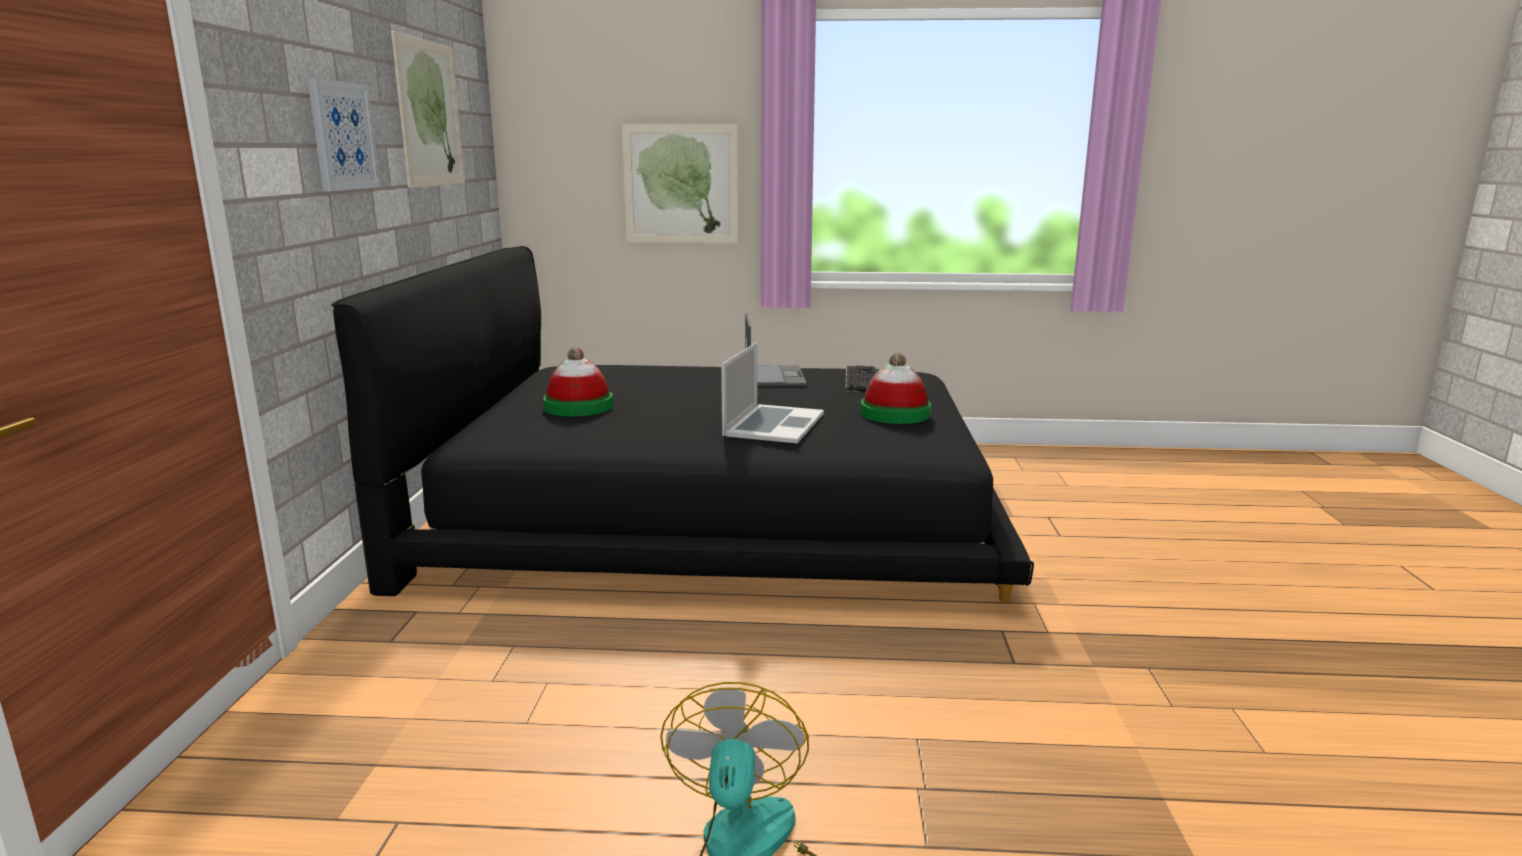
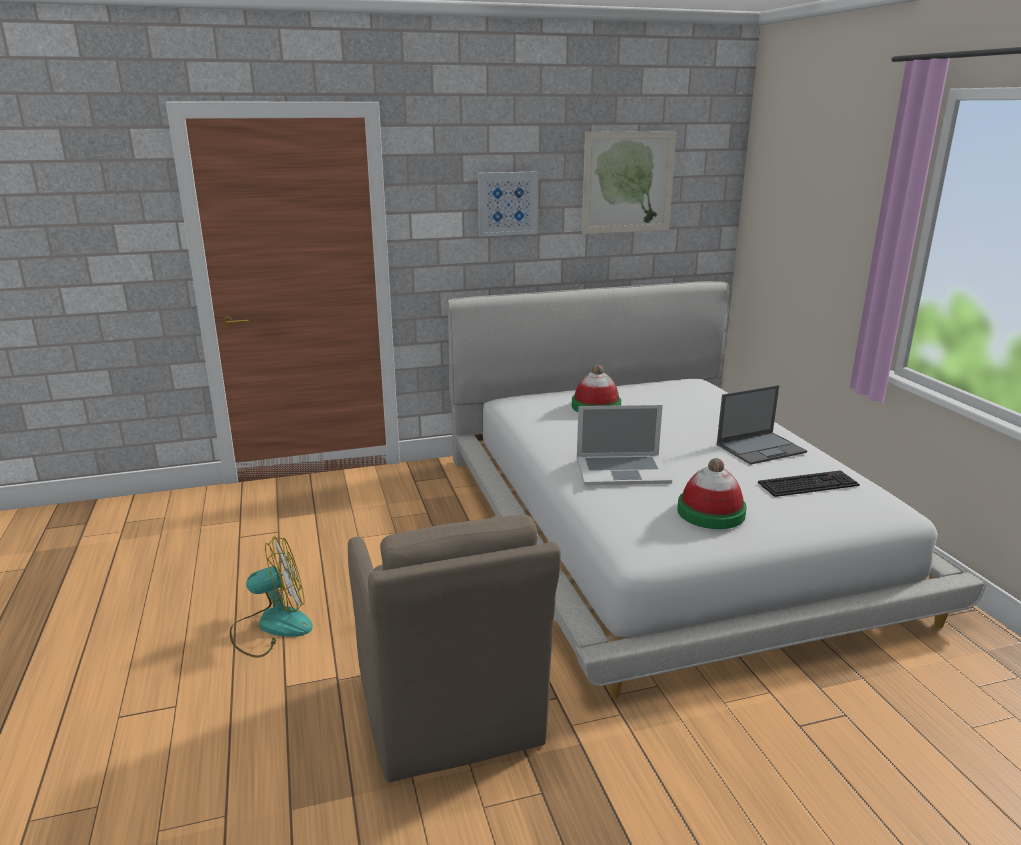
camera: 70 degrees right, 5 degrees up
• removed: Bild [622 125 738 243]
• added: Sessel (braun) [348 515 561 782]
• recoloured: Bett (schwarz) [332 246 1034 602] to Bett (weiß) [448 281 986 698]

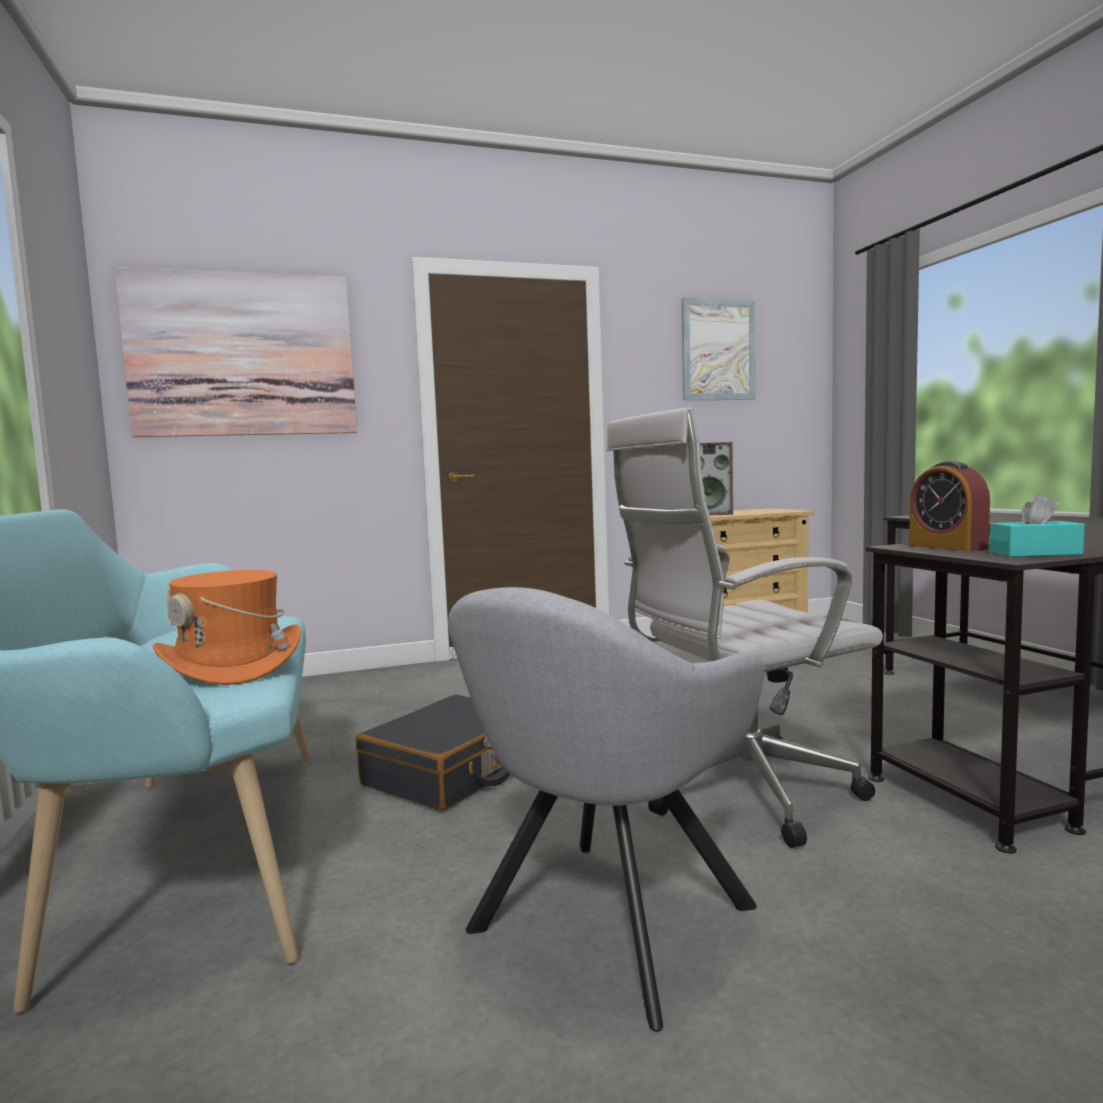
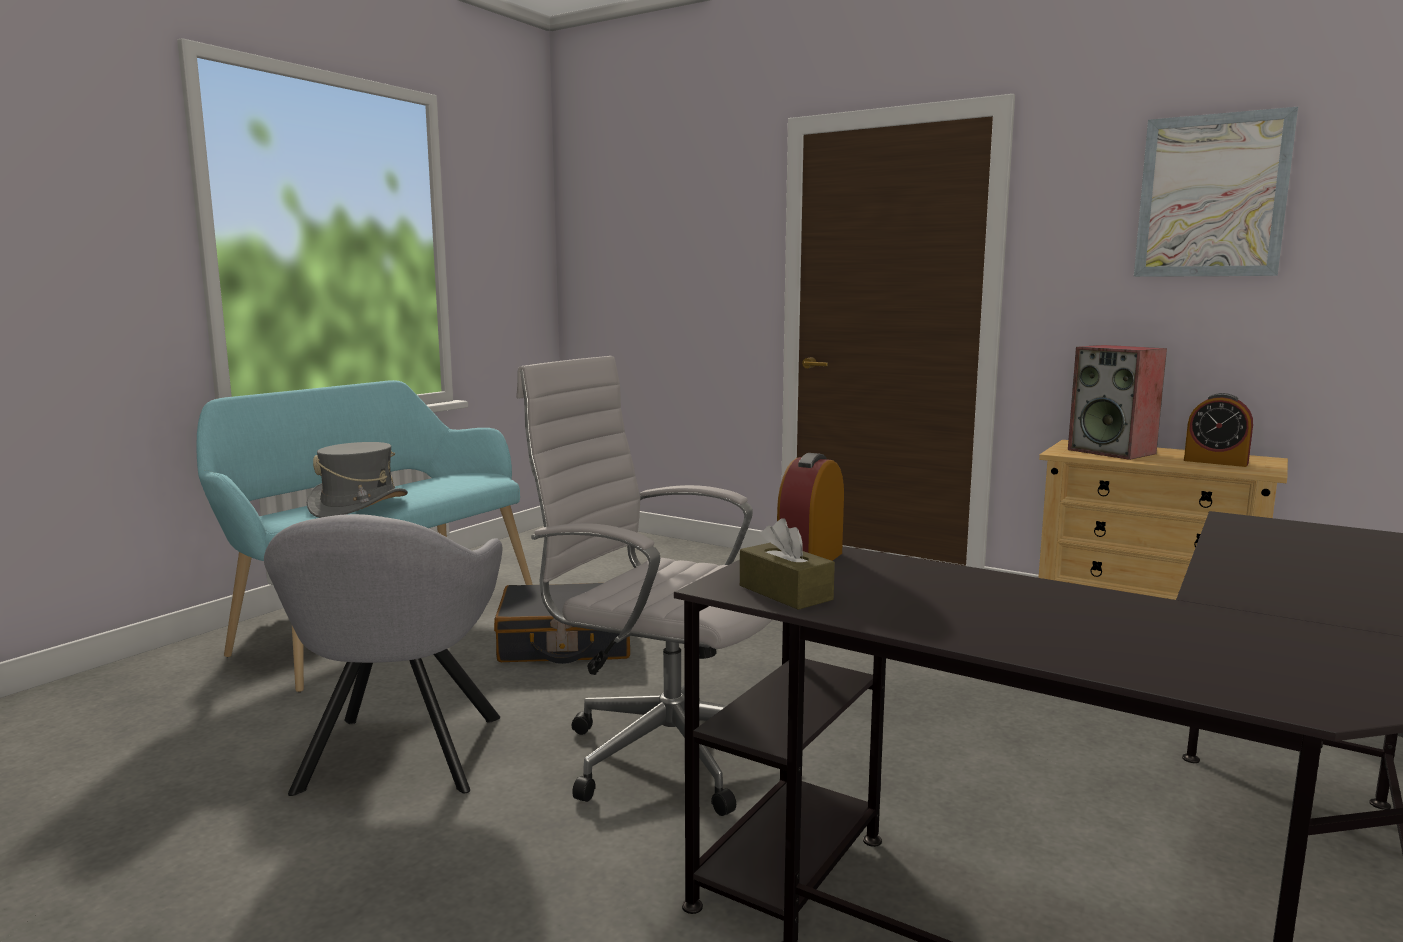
camera: 50 degrees right, 5 degrees up
• removed: Bild [114 267 357 437]
• added: Wecker [1184 393 1253 467]
• recoloured: Hut (orange) [153 570 301 685] to Hut (grau) [307 442 408 518]
• recoloured: Taschentuchbox (türkis) [989 494 1085 557] to Taschentuchbox (braun) [740 518 835 610]
• turned: Sessel (grau) [448 587 764 1032] = [264 514 502 796] 90 degrees counterclockwise

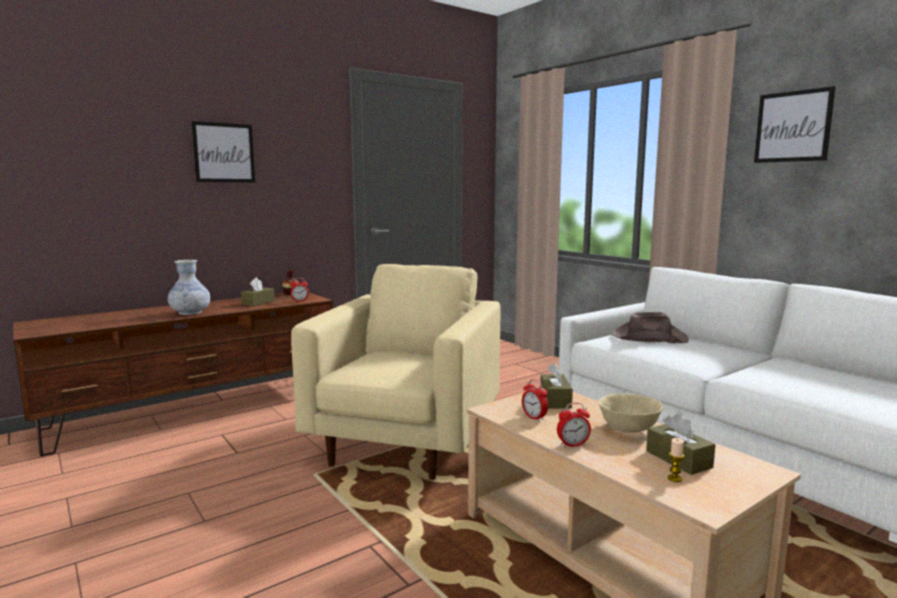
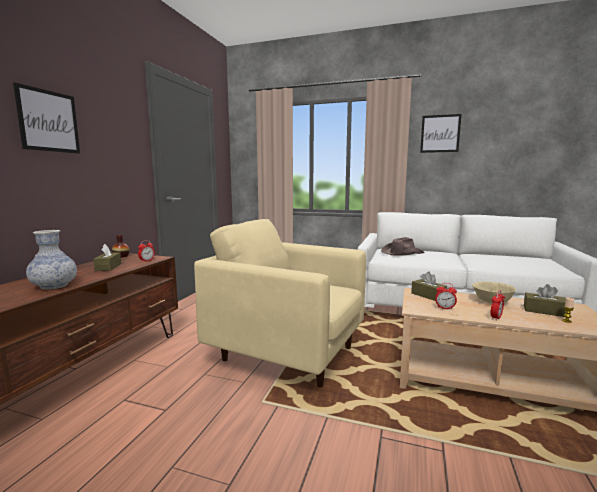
camera: 35 degrees left, 0 degrees up
• turned: Sessel (beige) [291 264 501 480] = [194 219 366 387] 45 degrees counterclockwise

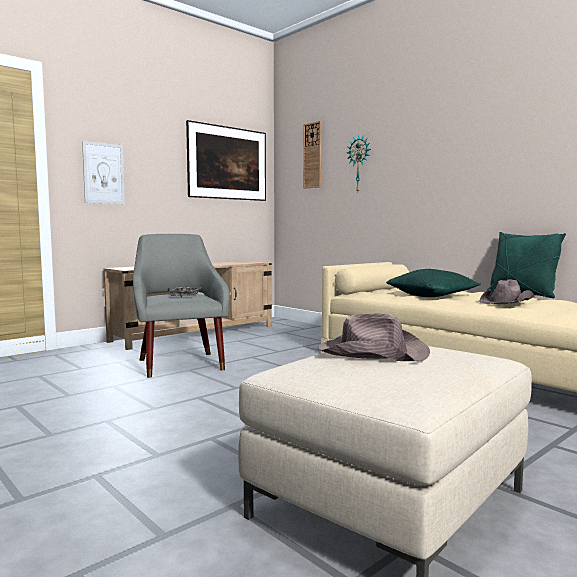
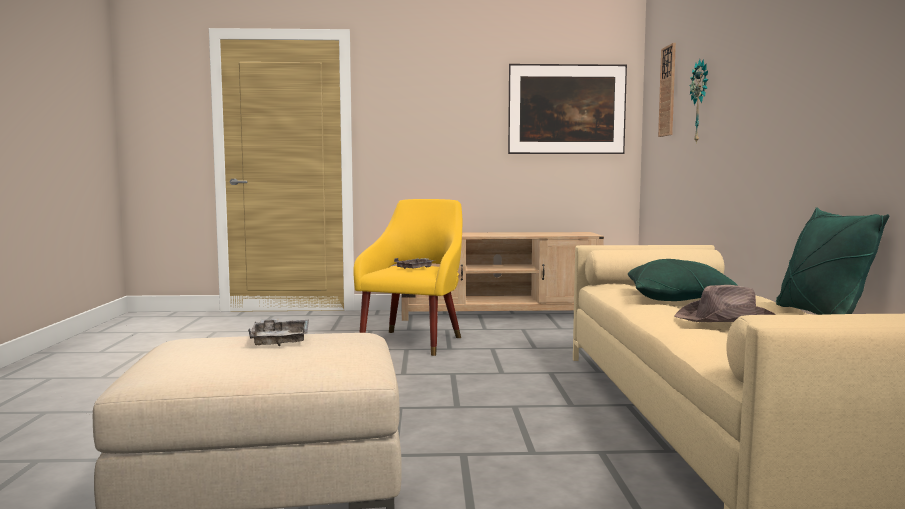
camera: 40 degrees right, 0 degrees up
• removed: Bild [82 141 125 204]
• replaced: Hut (braun) [318 313 430 361] to Tablett (grau) [248 319 309 346]
• recoloured: Sessel (grau) [133 234 230 378] to Sessel (gelb) [353 199 462 356]

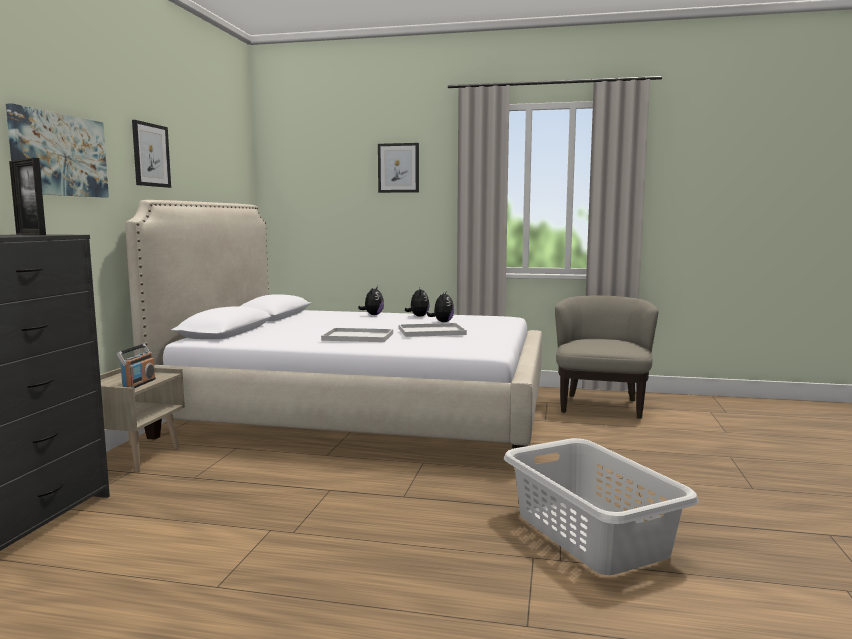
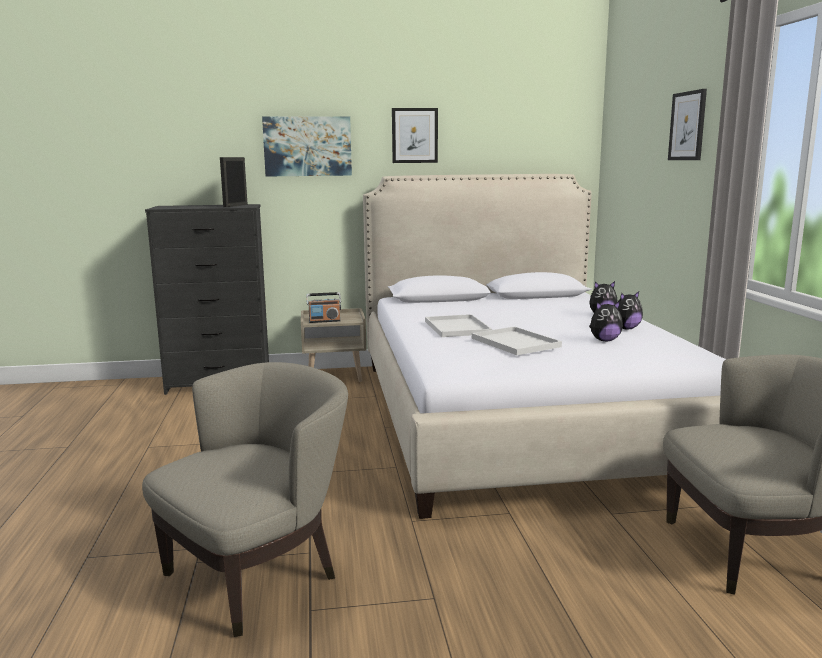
camera: 70 degrees right, 5 degrees up
• replaced: Wäschekorb (grau) [504 438 699 575] to Sessel (beige) [142 362 348 637]

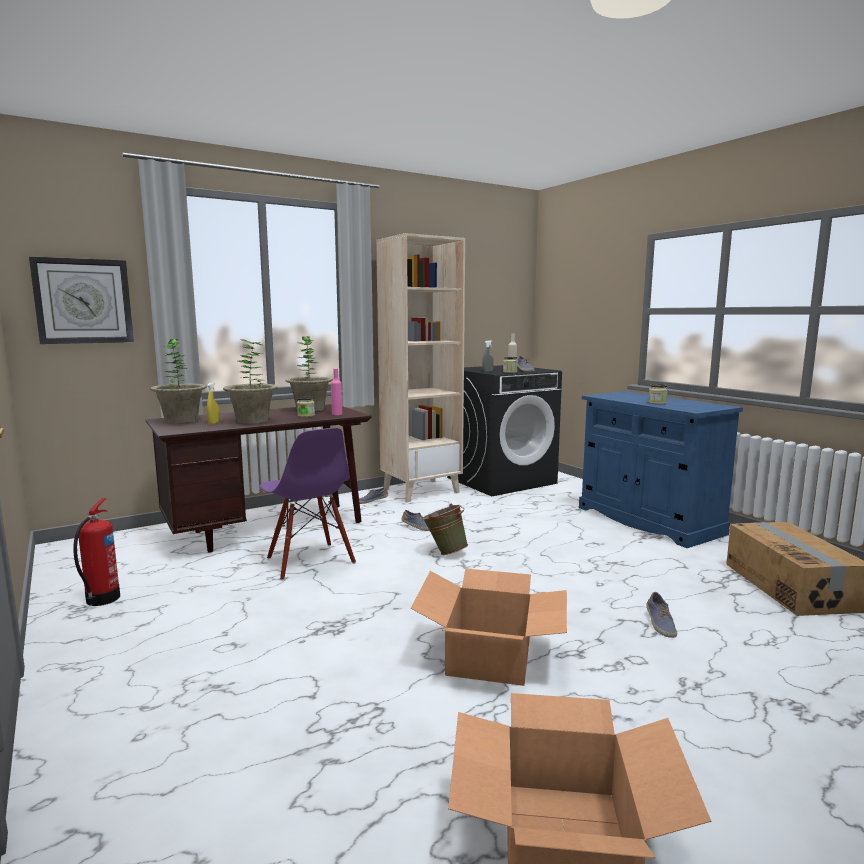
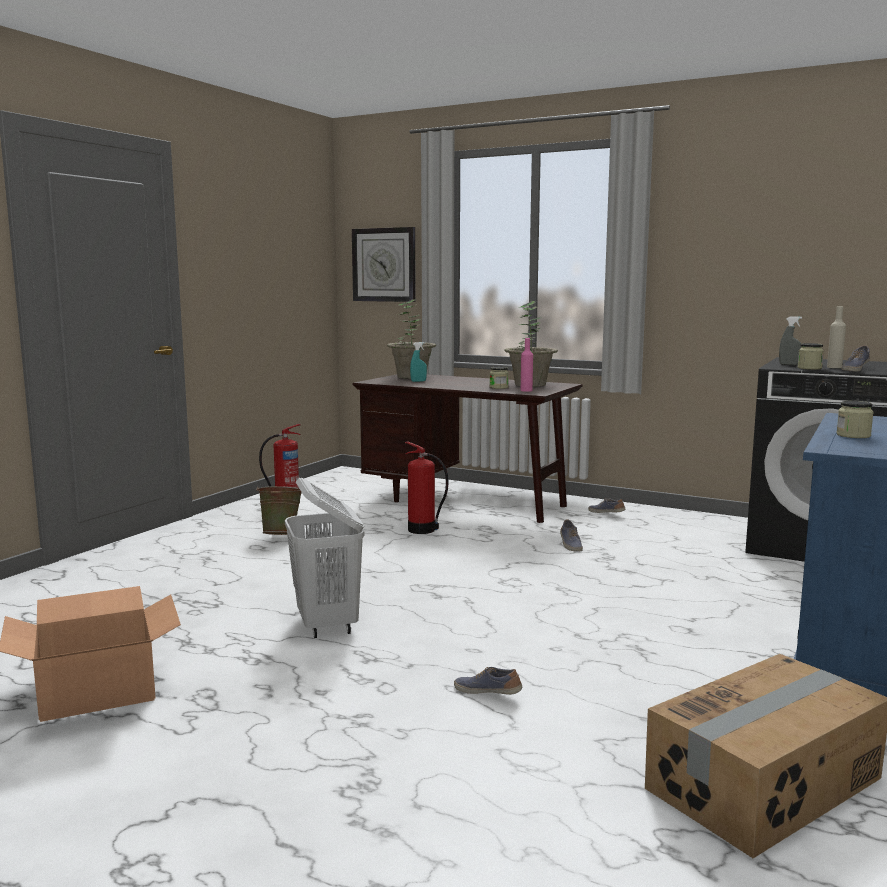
camera: 60 degrees right, 0 degrees up
• removed: Topfpflanze [223 339 278 424]
• removed: Bücherregal (beige) [376 233 465 502]
• moved: Eimer (grün) [422 503 468 555] to [256 486 302 535]
• replaced: Stuhl (lila) [260 428 356 580] to Feuerlöscher [405 441 448 534]
• replaced: Karton [411 569 567 686] to Wäschekorb (weiß) [285 478 364 638]
• recoloured: Sprühflasche (gelb) [207 382 219 424] to Sprühflasche (türkis) [410 342 427 382]
• turned: Schuh [646 592 677 638] = [454 667 522 695] 60 degrees clockwise

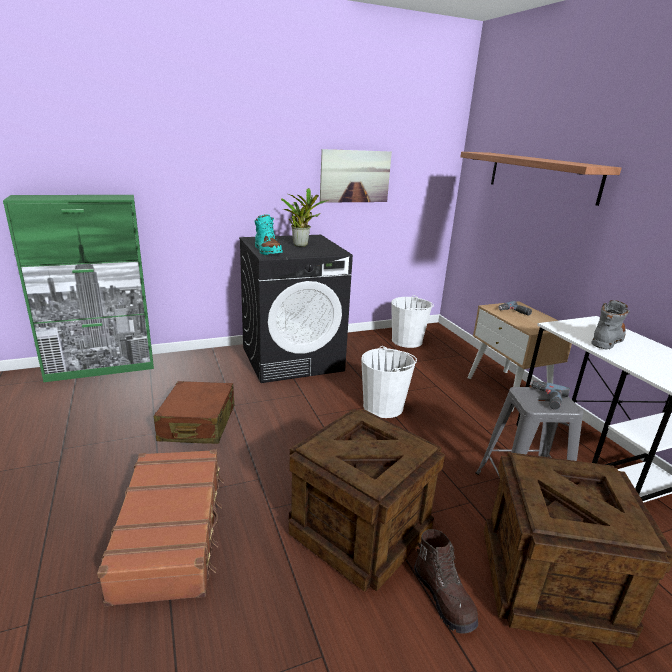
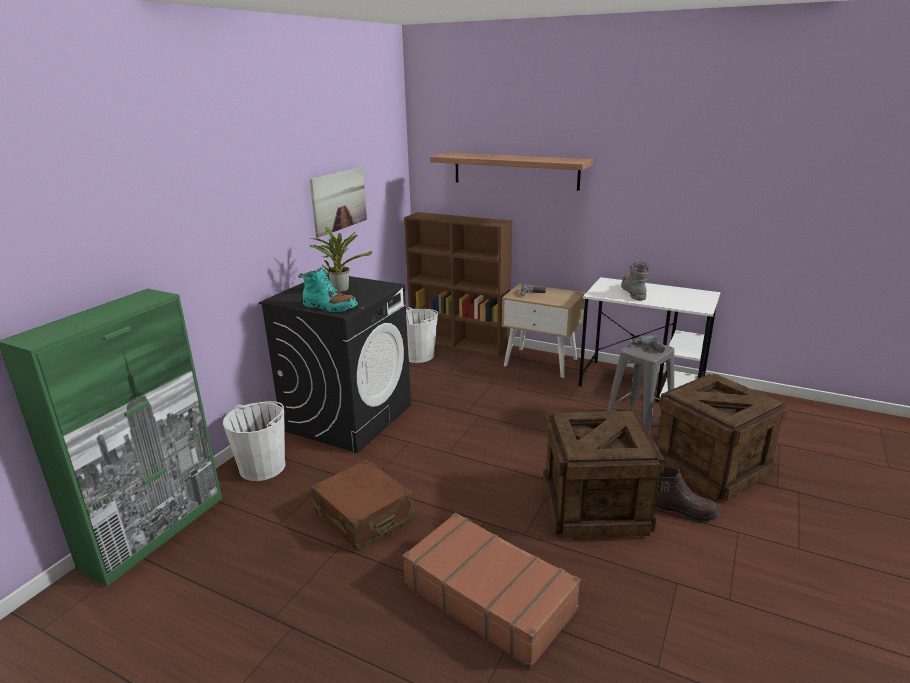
camera: 40 degrees left, 0 degrees up
• added: Bücherregal (braun) [404 212 512 357]
• moved: Eimer (weiß) [361 346 417 418] to [223 401 285 481]

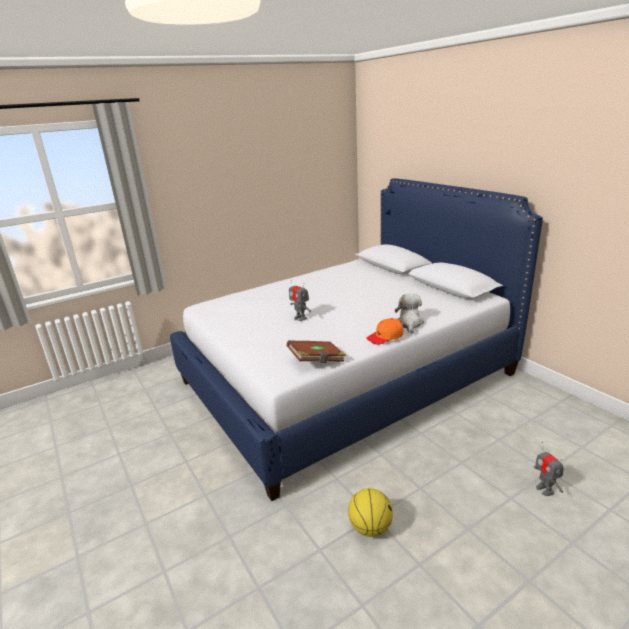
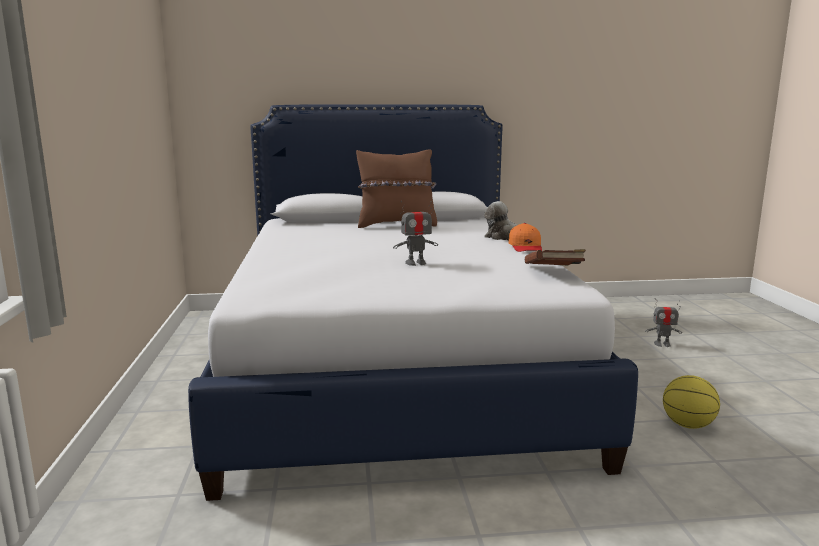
camera: 65 degrees left, 10 degrees down
• added: Kissen (braun) [356 150 437 228]

